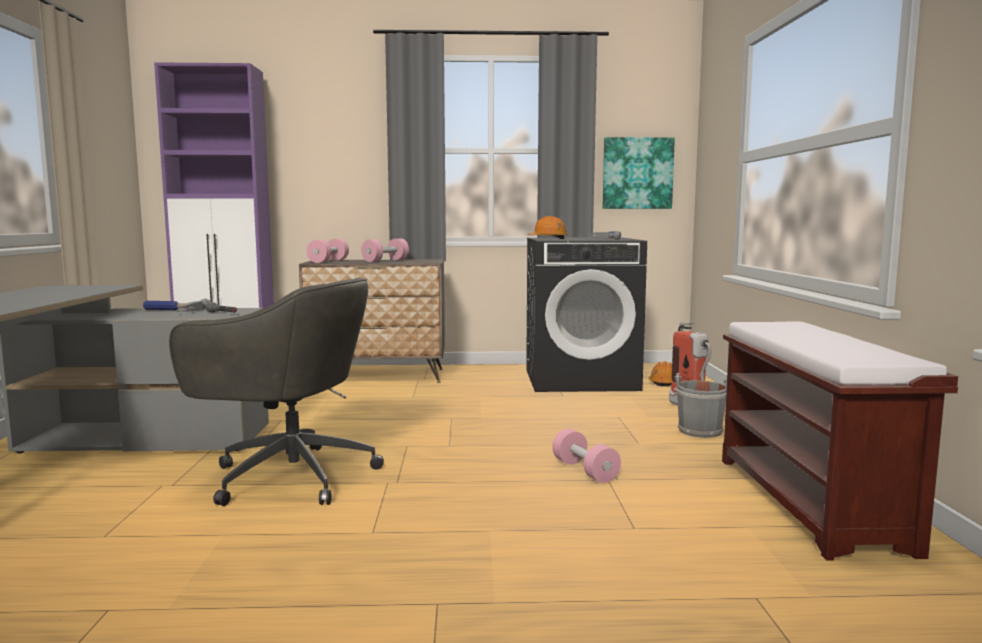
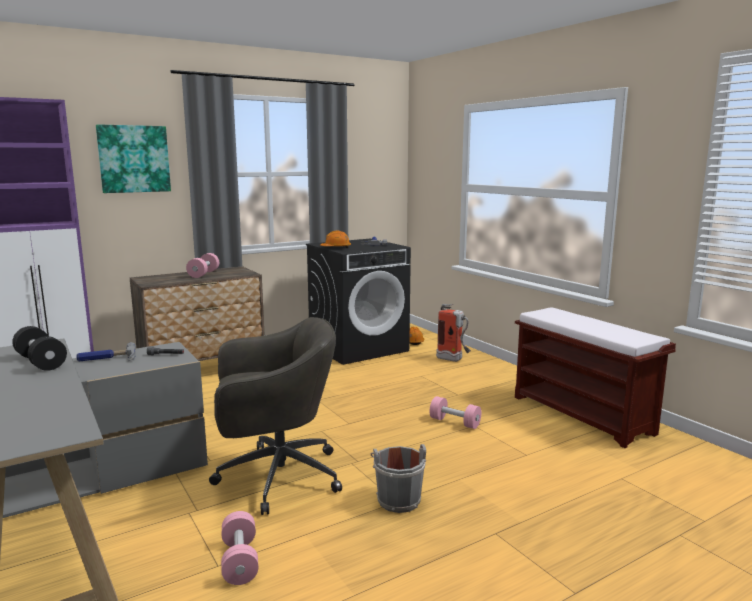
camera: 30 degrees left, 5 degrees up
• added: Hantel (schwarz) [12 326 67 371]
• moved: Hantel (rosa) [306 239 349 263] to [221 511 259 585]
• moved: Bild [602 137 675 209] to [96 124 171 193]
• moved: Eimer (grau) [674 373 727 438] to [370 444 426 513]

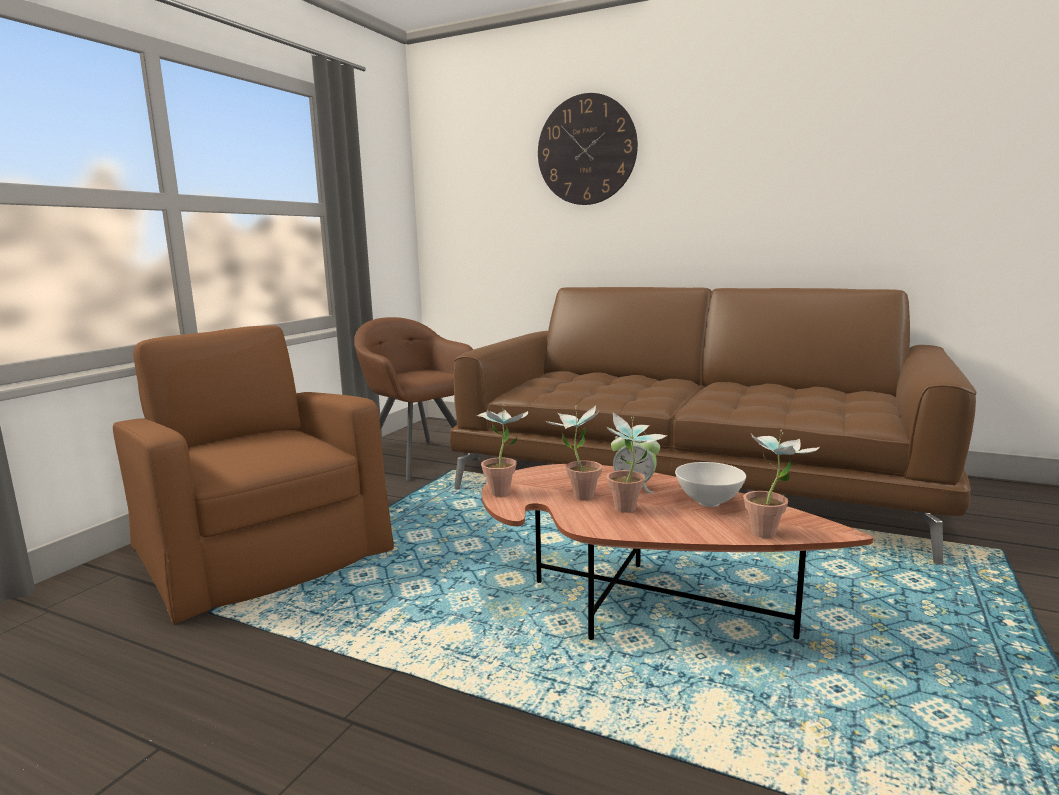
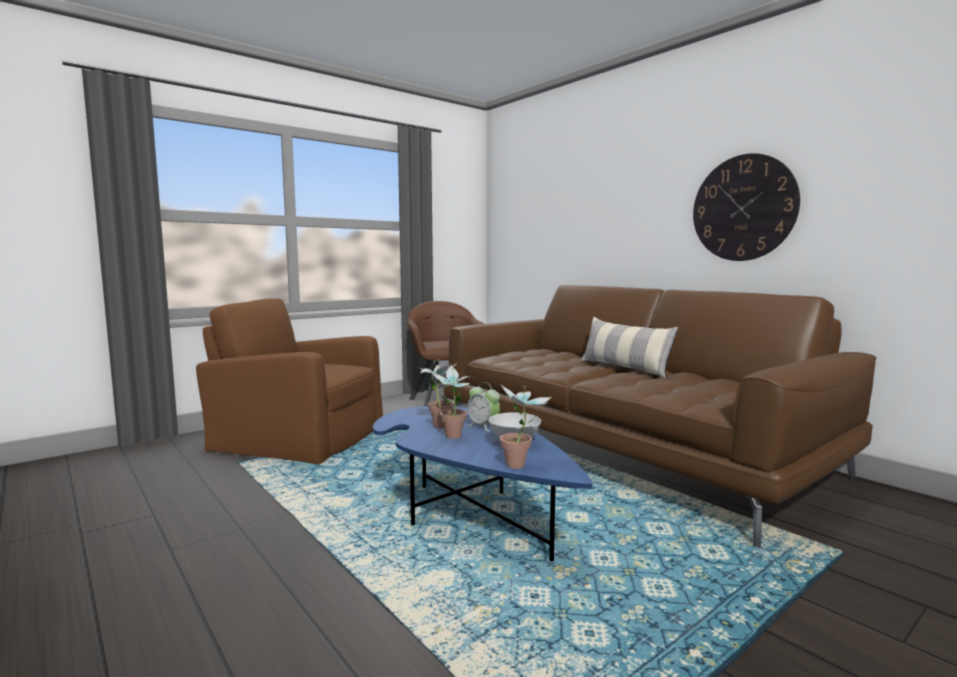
camera: 25 degrees right, 5 degrees down
• removed: Topfpflanze [477 403 528 496]
• added: Kissen [581 317 679 378]
• moved: Wanduhr [538 93 638 205] to [693 153 800 261]
• recoloured: Couchtisch (braun) [481 464 873 640] to Couchtisch (blau) [373 406 592 561]
• turned: Sessel (braun) [113 325 394 624] = [196 298 383 464] 60 degrees counterclockwise

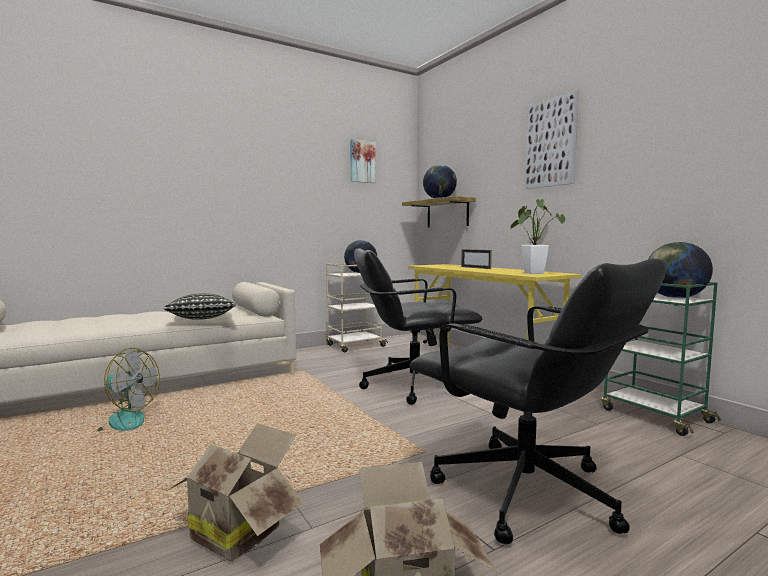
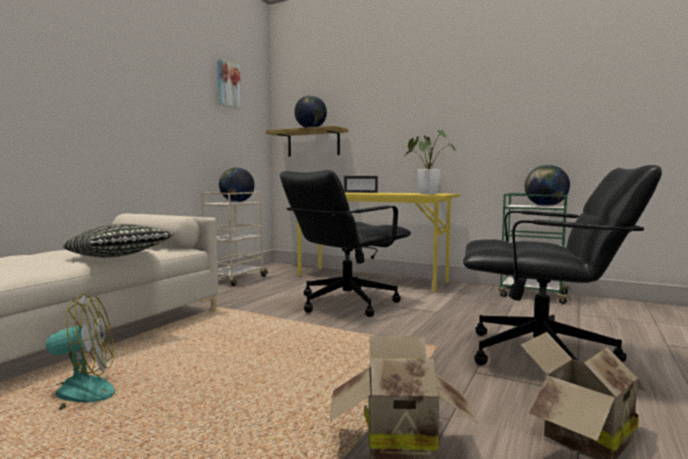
camera: 30 degrees left, 0 degrees up
• removed: Bild [525 90 579 189]

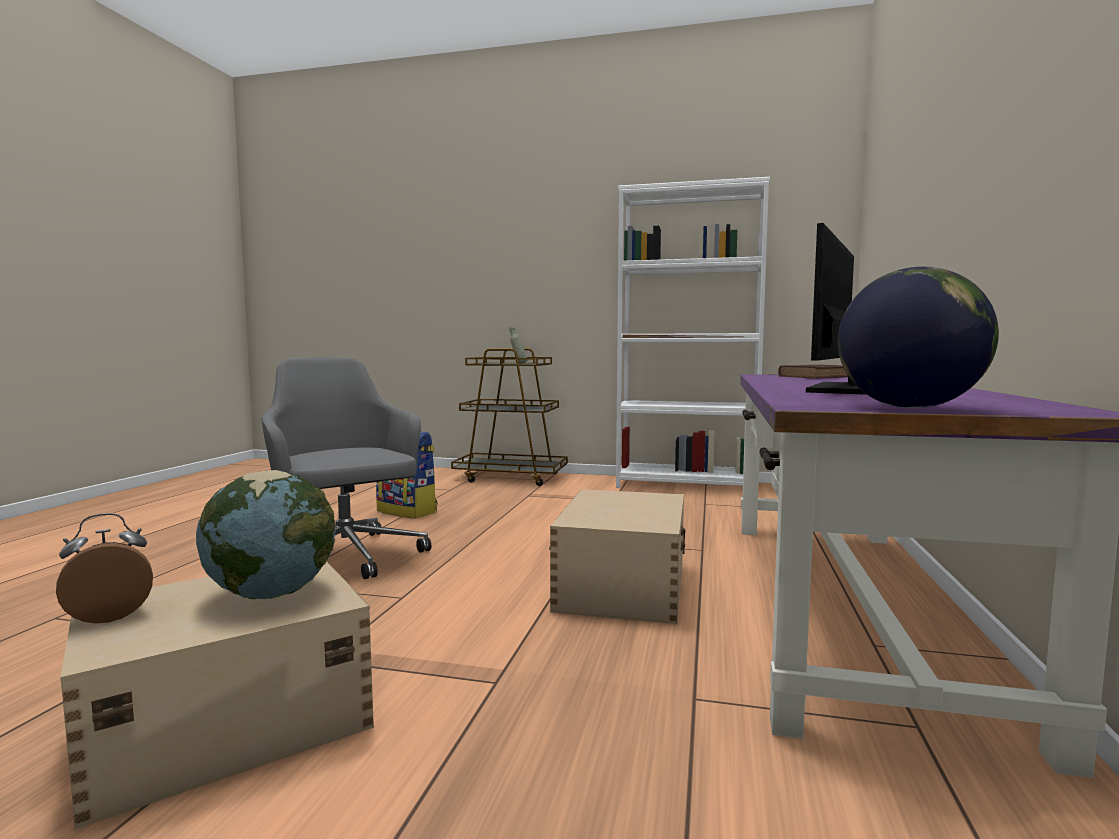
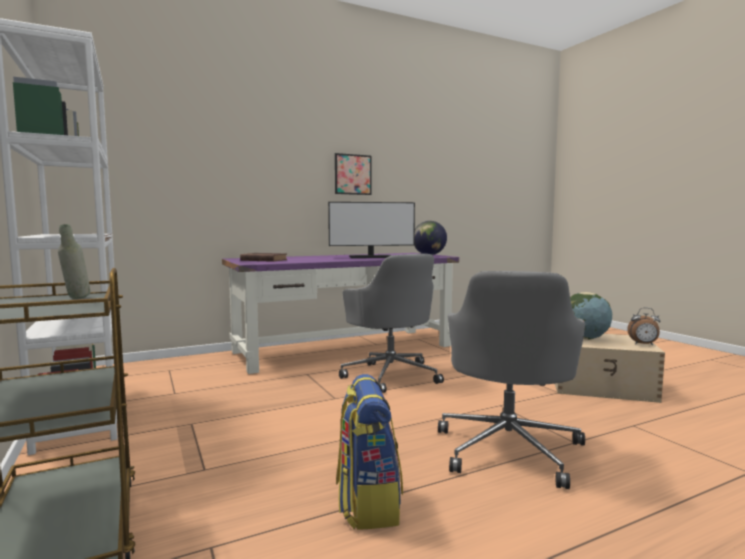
camera: 130 degrees left, 0 degrees up
• added: Bild [335 153 372 195]
• replaced: Aufbewahrungsbox (beige) [549 489 685 624] to Bürostuhl (grau) [339 254 444 393]

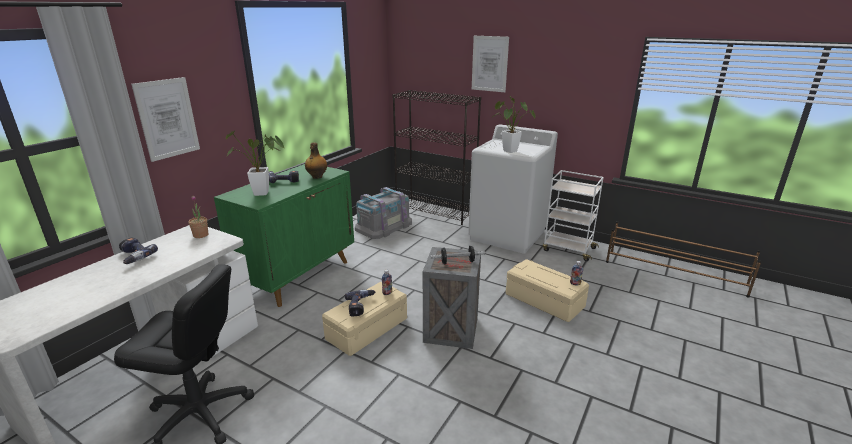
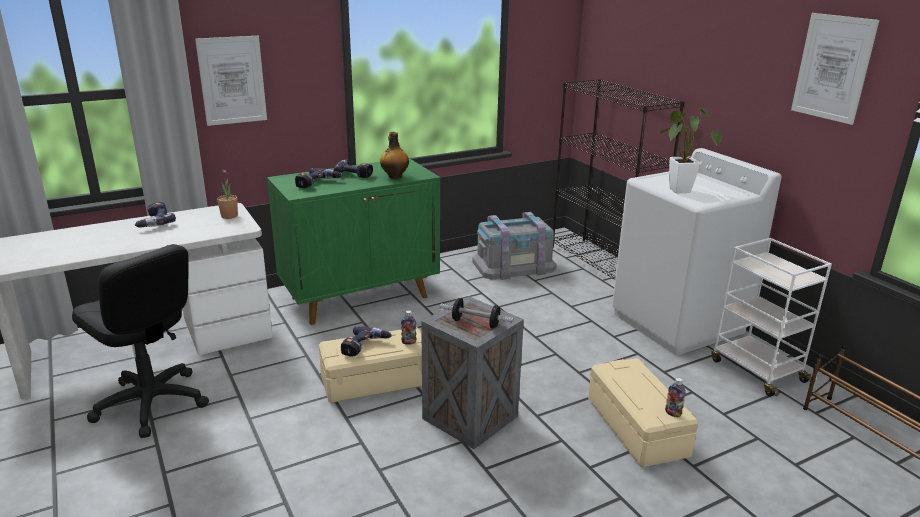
camera: 30 degrees right, 0 degrees up
• moved: Bild [472 36 509 92] to [791 13 879 125]
• replaced: Topfpflanze [226 131 285 196] to Bohrmaschine [295 168 342 189]

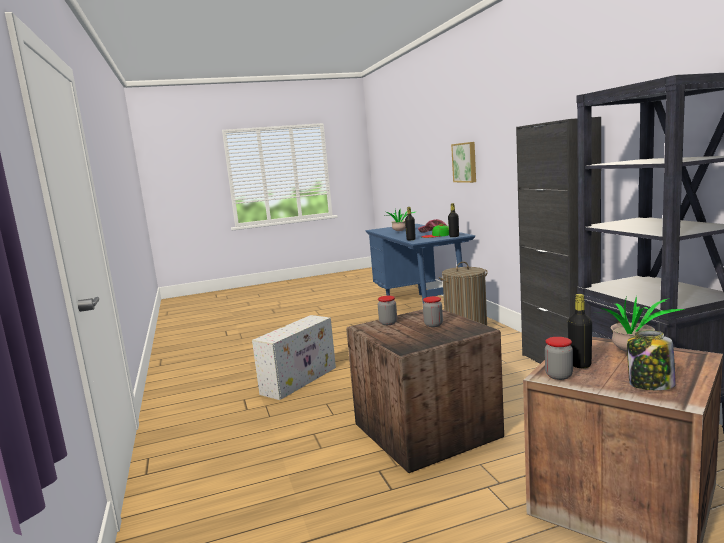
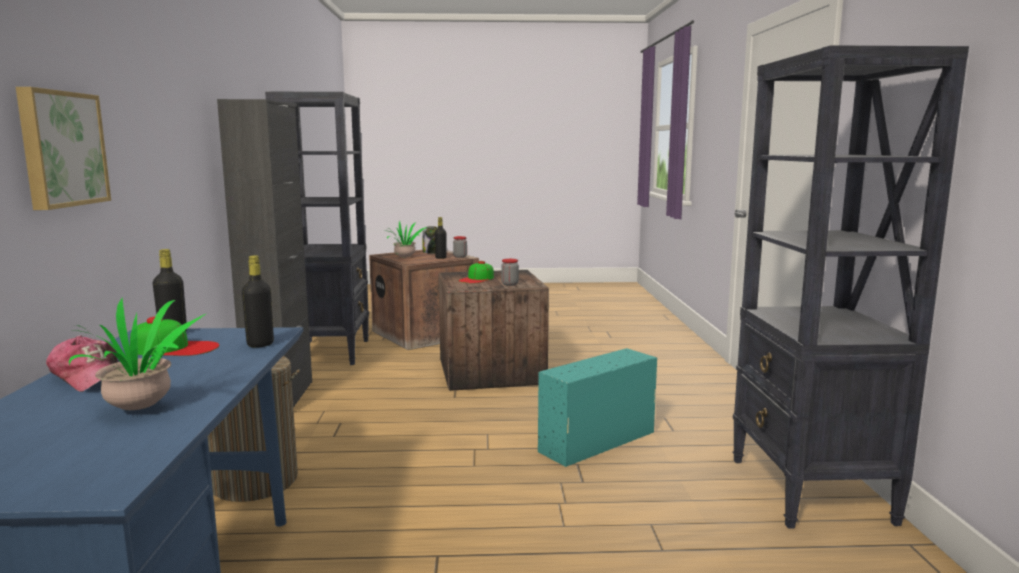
camera: 165 degrees left, 0 degrees up
• added: Bücherregal (schwarz) [732 45 969 529]
• replaced: Vorratsglas [423 296 443 327] to Kappe [459 261 494 283]
• recoloured: Aufbewahrungsbox (weiß) [252 315 336 400] to Aufbewahrungsbox (türkis) [538 348 657 467]

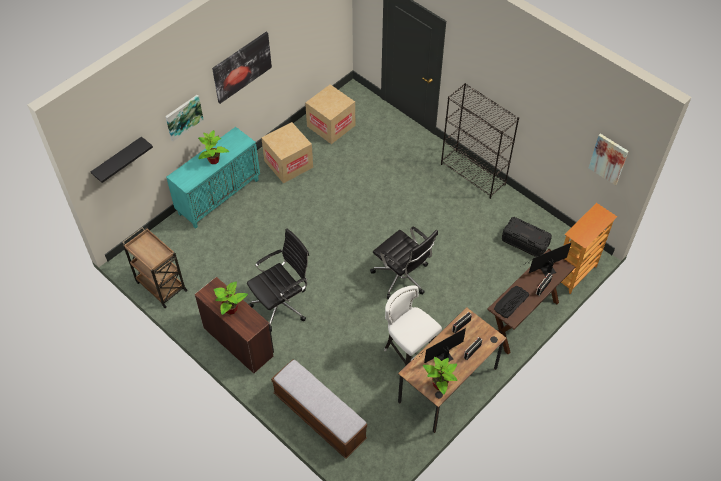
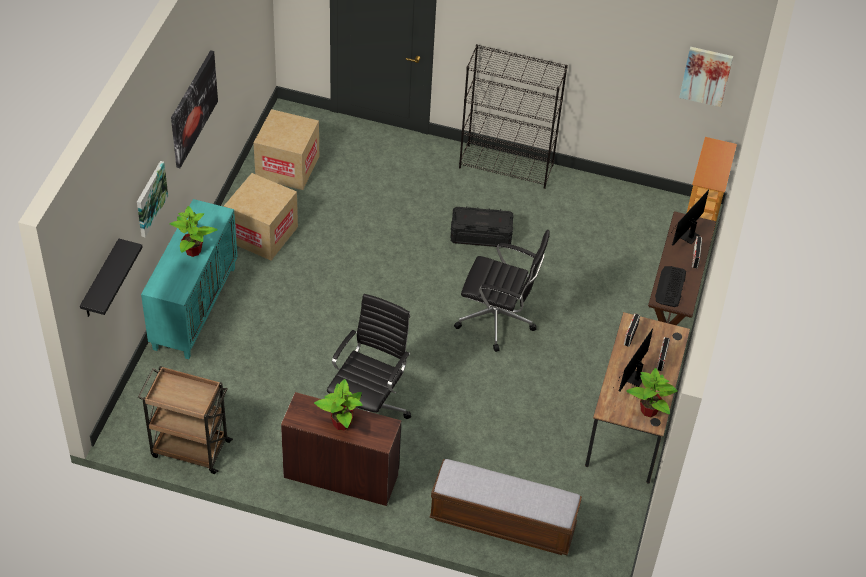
camera: 30 degrees left, 5 degrees down
• removed: Hocker (weiß) [384 285 442 365]
• moved: Aufbewahrungsbox (schwarz) [502 217 552 257] to [450 206 514 248]

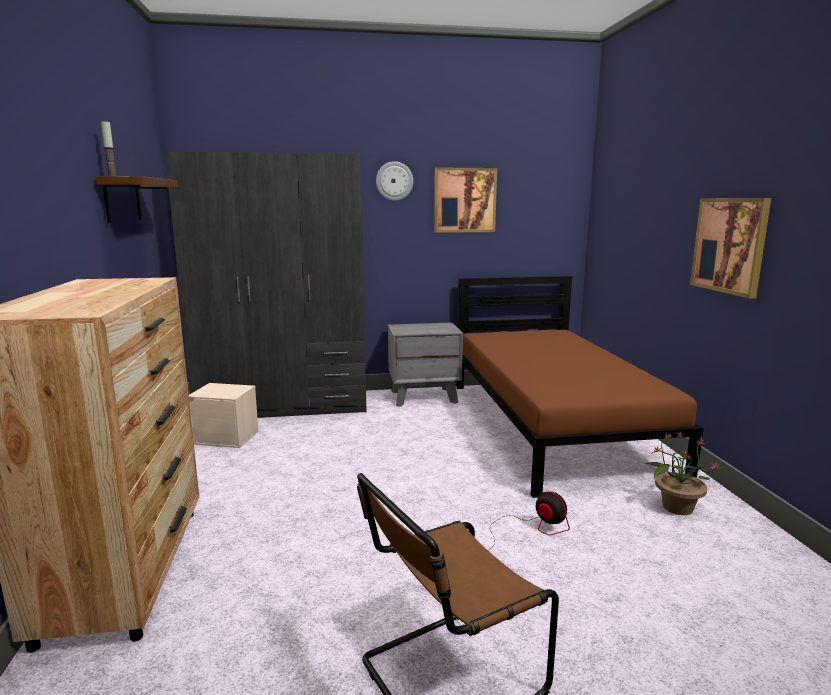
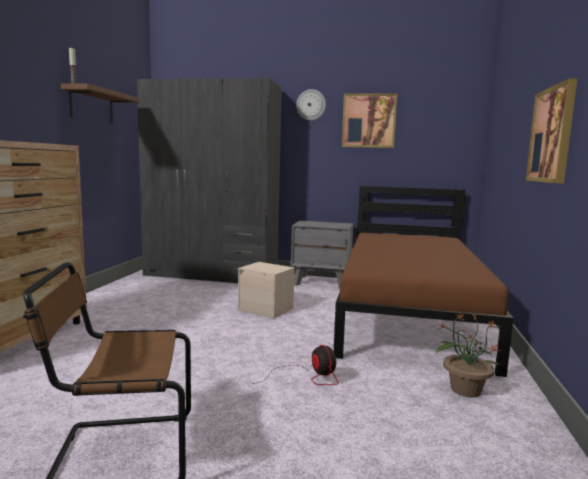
camera: 20 degrees right, 5 degrees down
• moved: Aufbewahrungsbox (beige) [189 383 259 448] to [238 262 295 318]

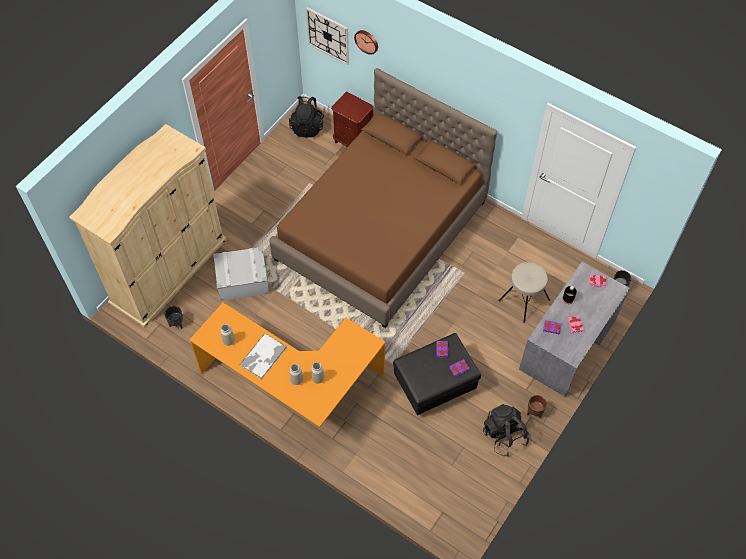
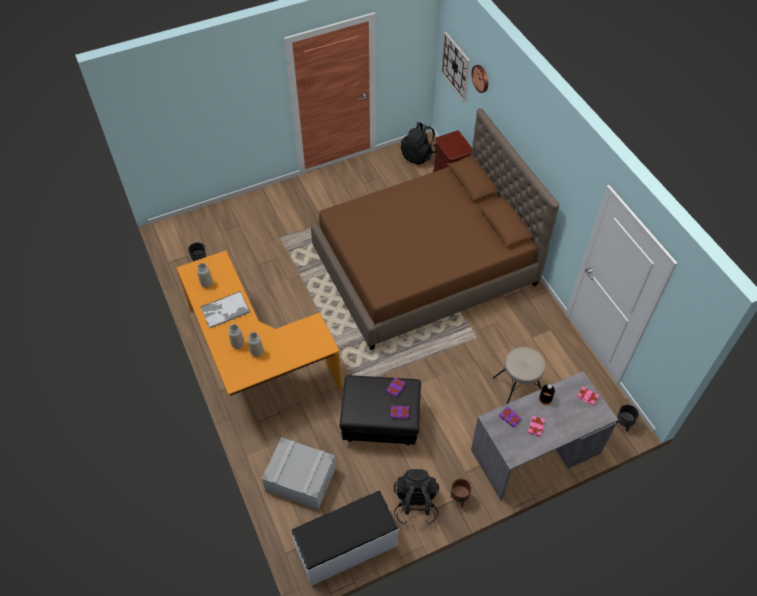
camera: 30 degrees right, 5 degrees down
• removed: Kleiderschrank (beige) [69 124 227 328]
• added: Bank (weiß) [291 491 399 586]
• moved: Aufbewahrungsbox (grau) [213 247 269 301] to [262 437 336 510]

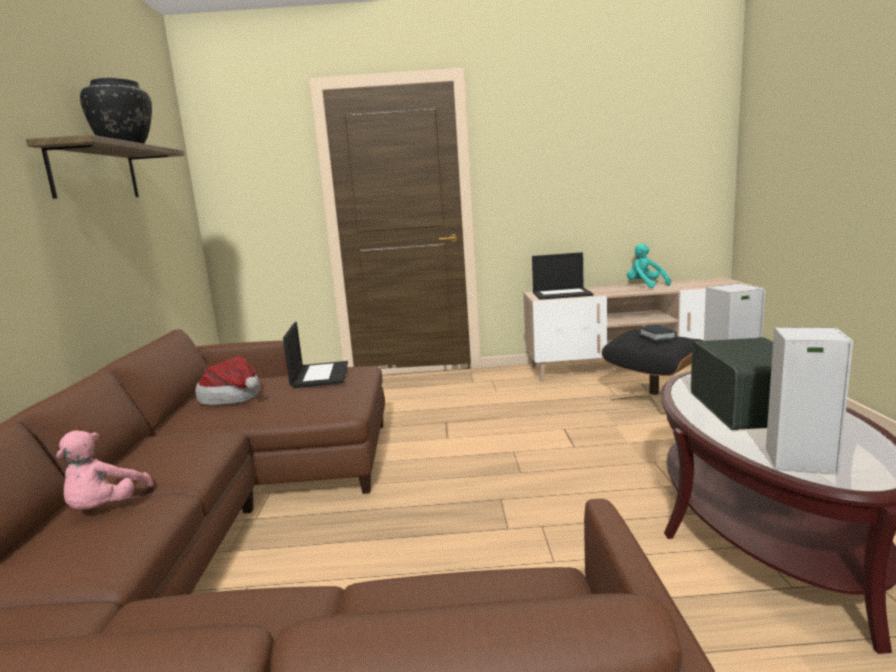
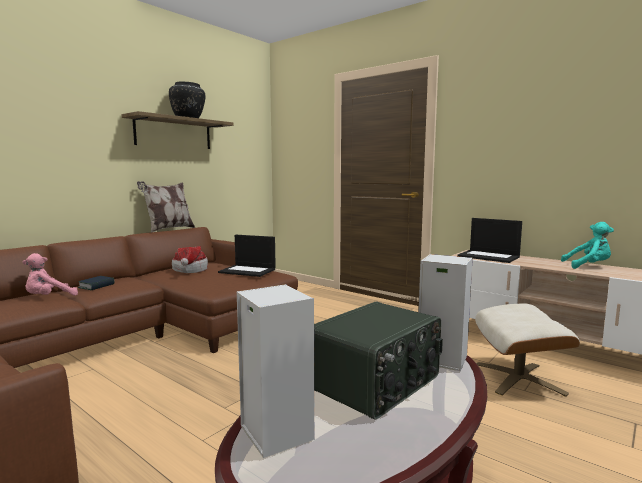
camera: 40 degrees right, 5 degrees down
• added: Kissen [137 181 195 233]
• moved: Buch [640 325 677 341] to [78 276 114 290]
• recoloured: Polsterhocker (schwarz) [601 329 703 414] to Polsterhocker (beige) [475 303 580 397]
• turned: Laptop [283 322 348 388] = [218 235 276 277] 75 degrees clockwise
• turned: Plüschtier (türkis) [627 243 671 288] = [561 222 614 269] 90 degrees clockwise

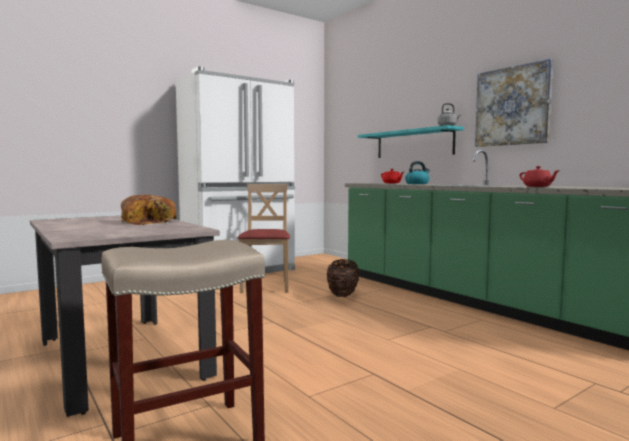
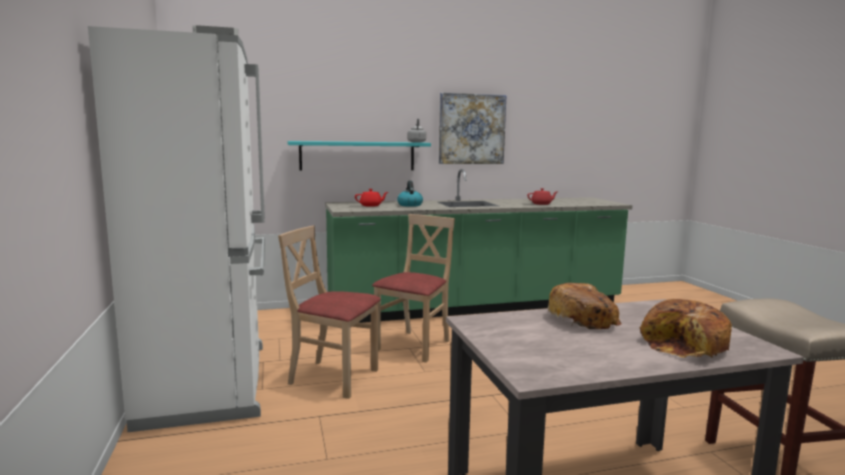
camera: 70 degrees left, 5 degrees up
• added: Brot [640 299 732 358]
• replaced: Korb [327 259 359 297] to Stuhl (beige) [372 214 455 363]

